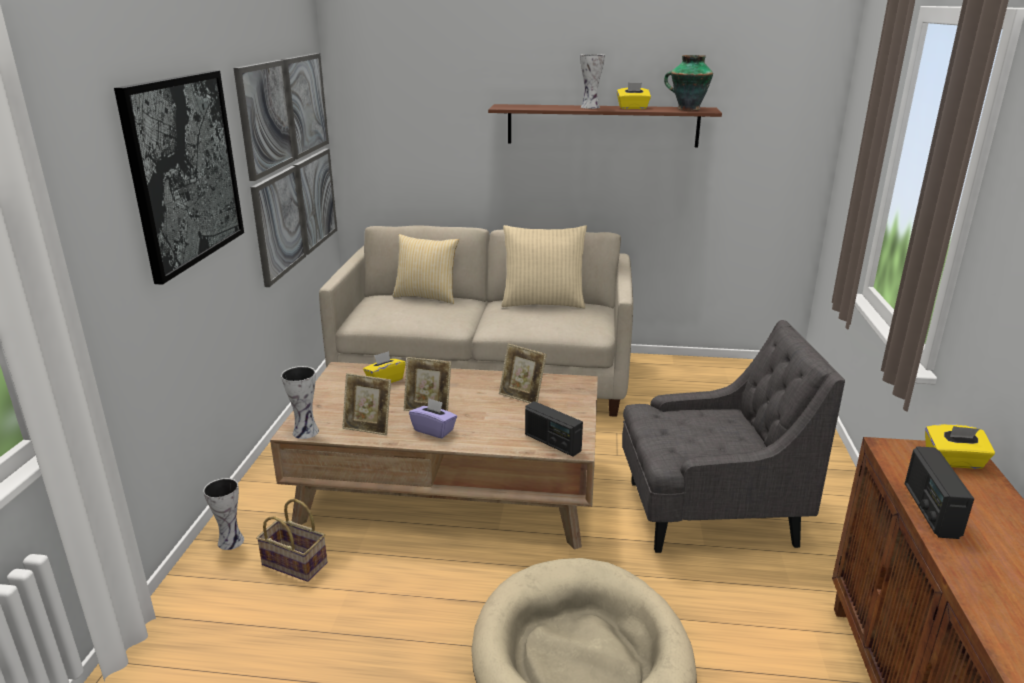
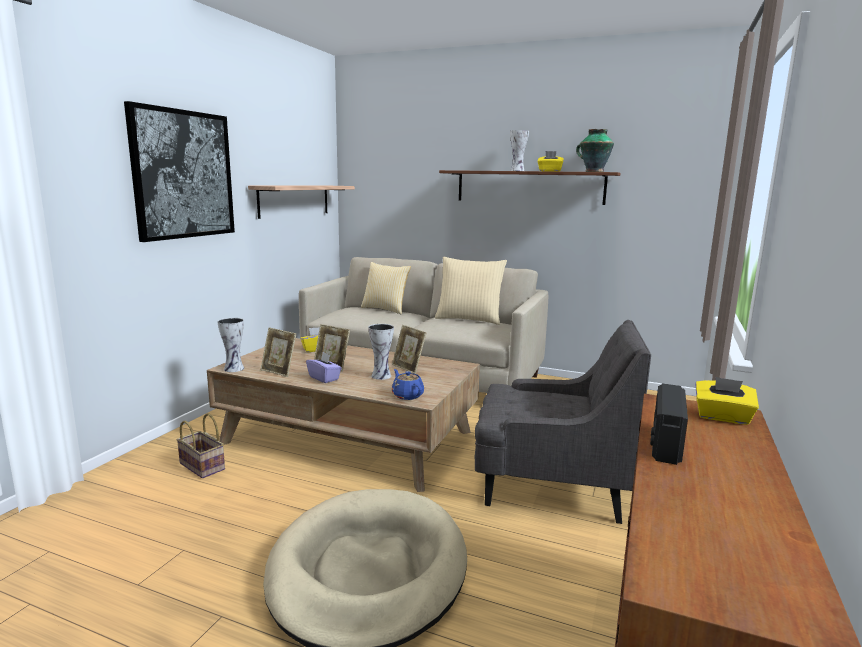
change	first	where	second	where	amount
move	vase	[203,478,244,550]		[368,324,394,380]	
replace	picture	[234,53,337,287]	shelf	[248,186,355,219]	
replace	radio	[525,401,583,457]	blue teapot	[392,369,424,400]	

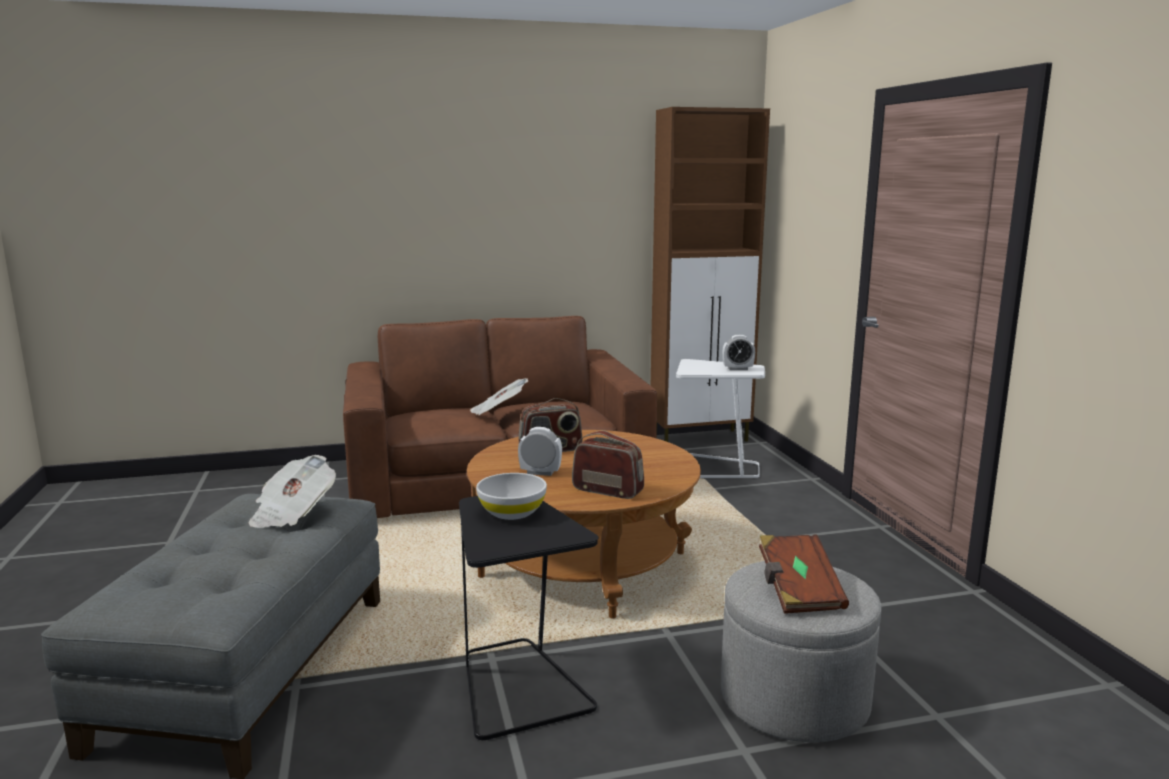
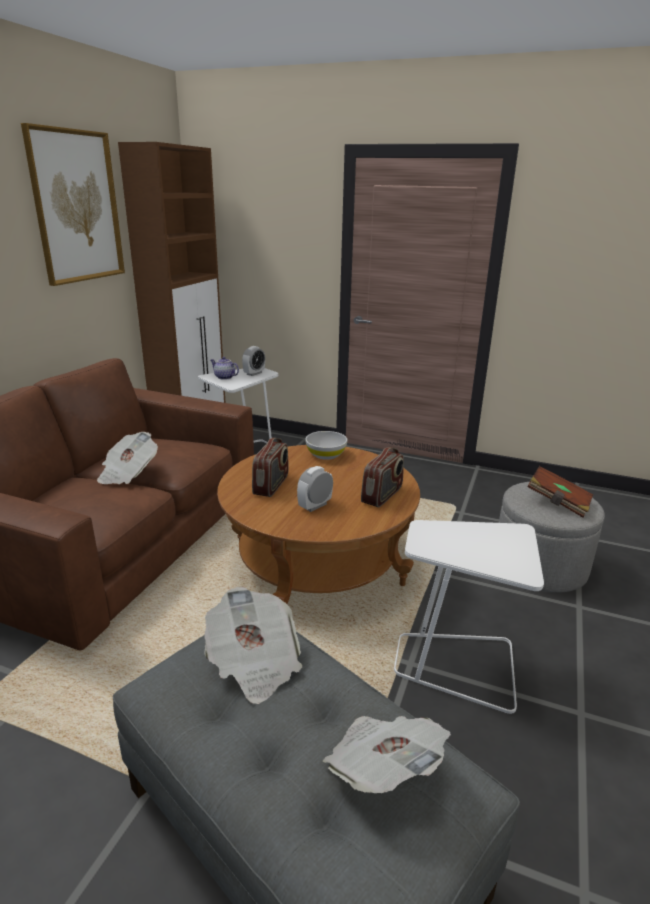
change	first	where	second	where	amount
recolor	black side table	[459,496,598,740]	white side table	[394,520,544,714]	
move	white bowl	[476,473,547,520]		[305,431,347,460]	
rotate	radio	[572,430,644,499]		[361,447,404,507]	150 degrees clockwise
insert			picture	[21,123,125,286]	
insert			teapot	[211,357,239,380]	
insert			newspaper	[323,716,451,793]	

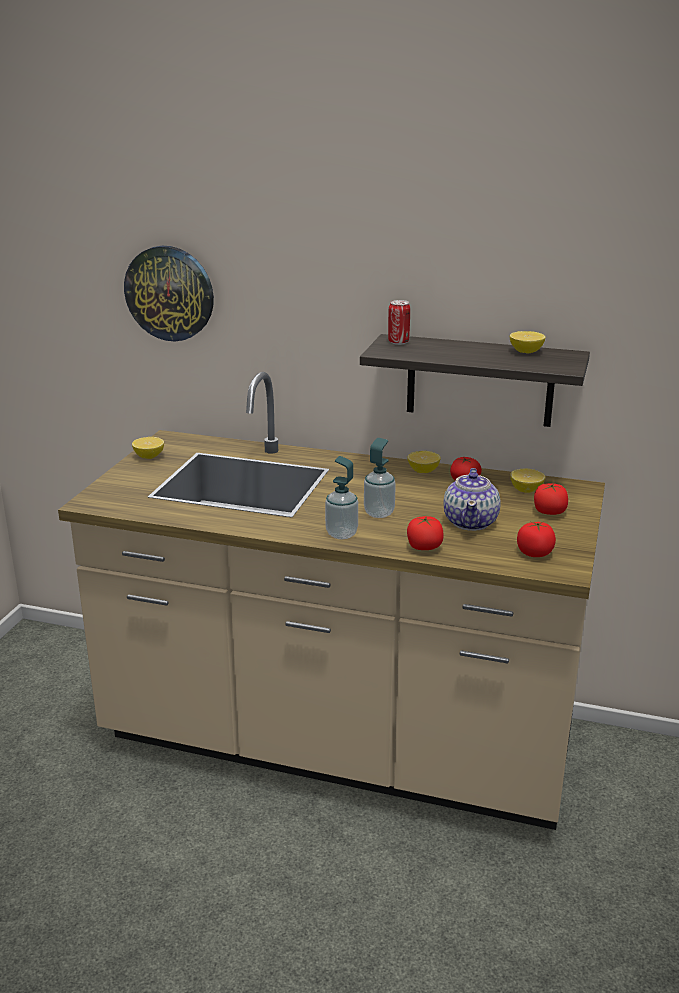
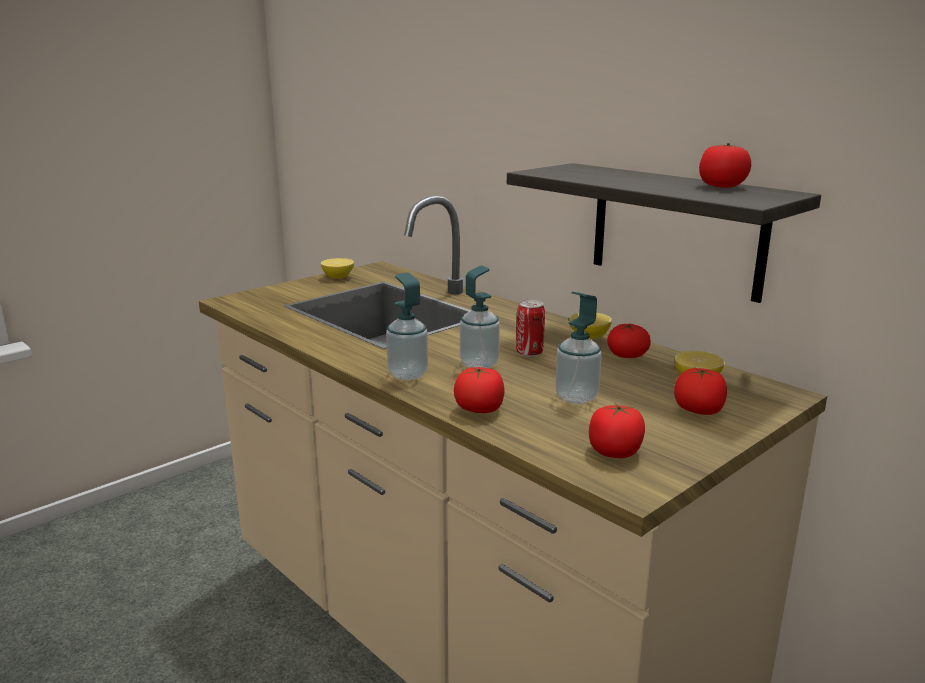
change	first	where	second	where	amount
delete	wall clock	[124,246,214,341]			
move	can	[388,300,410,345]		[516,300,545,357]	
replace	teapot	[444,468,501,531]	soap dispenser	[555,292,602,404]	
replace	lemon	[510,331,545,354]	tomato	[699,143,751,188]	

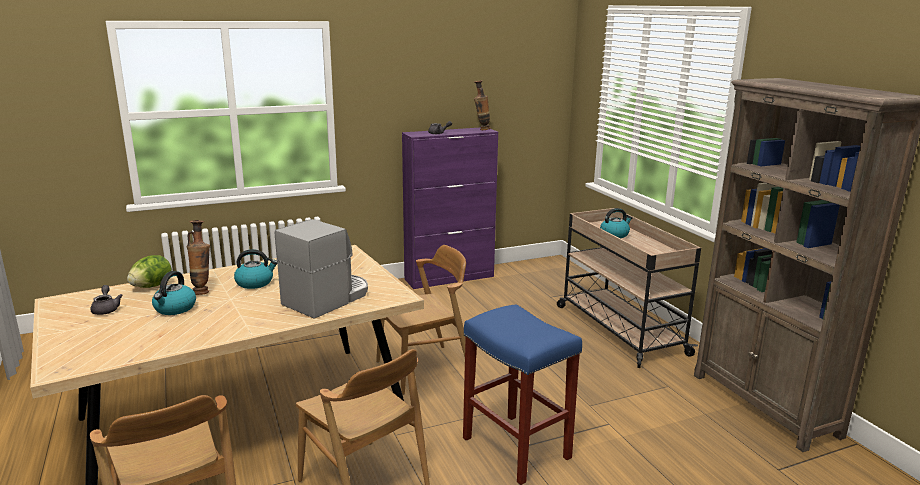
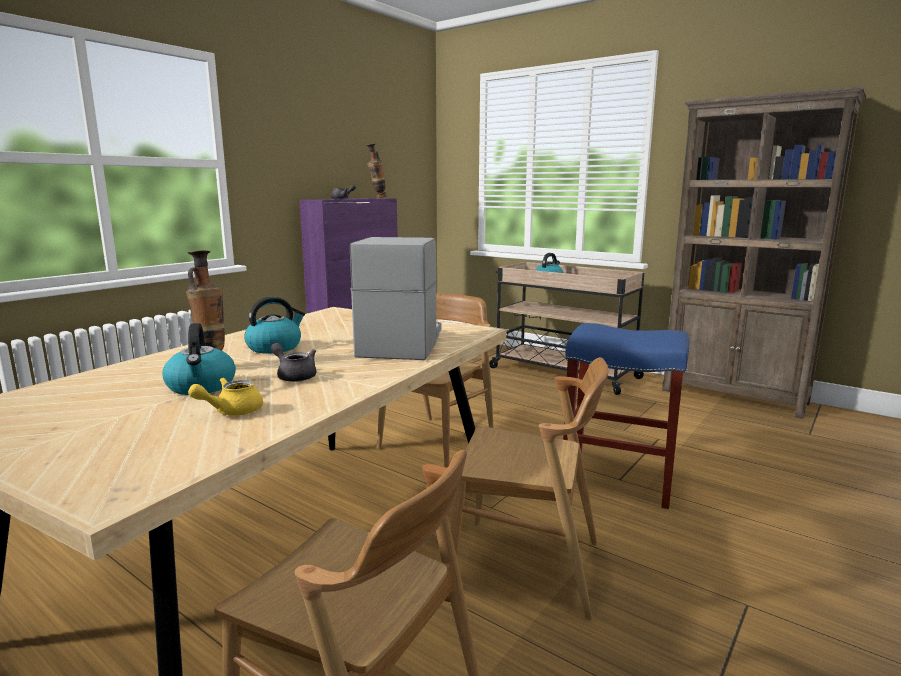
change	first	where	second	where	amount
move	grey teapot	[90,285,123,315]		[271,343,316,382]	
delete	lettuce	[127,255,172,288]			
insert			yellow teapot	[188,378,263,416]	

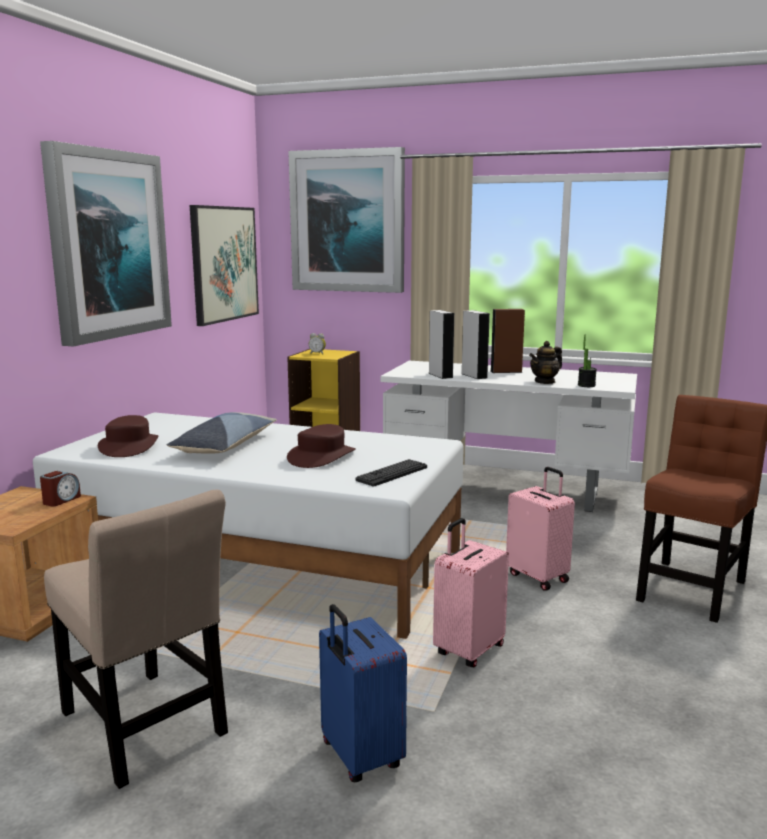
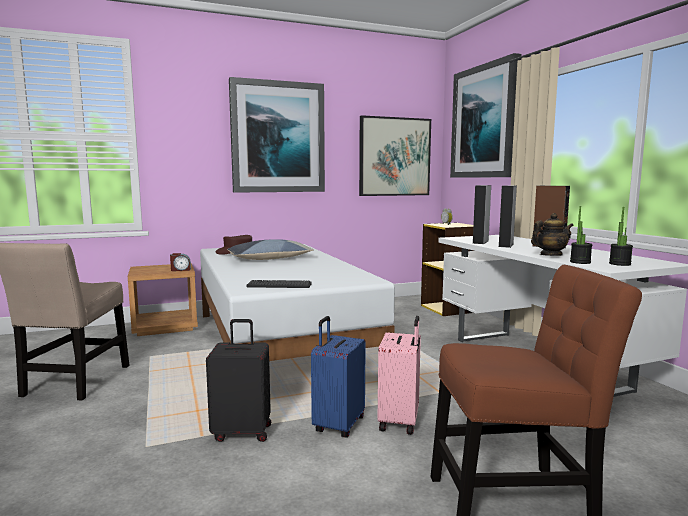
change	first	where	second	where	amount
delete	brown hat	[287,424,356,468]			
move	blue suitcase	[319,604,407,782]		[311,316,366,437]	
recolor	pink suitcase	[433,518,509,667]	black suitcase	[206,319,271,442]	
rotate	teapot	[529,341,562,384]		[531,213,574,256]	150 degrees clockwise
insert			potted plant	[609,207,633,266]	

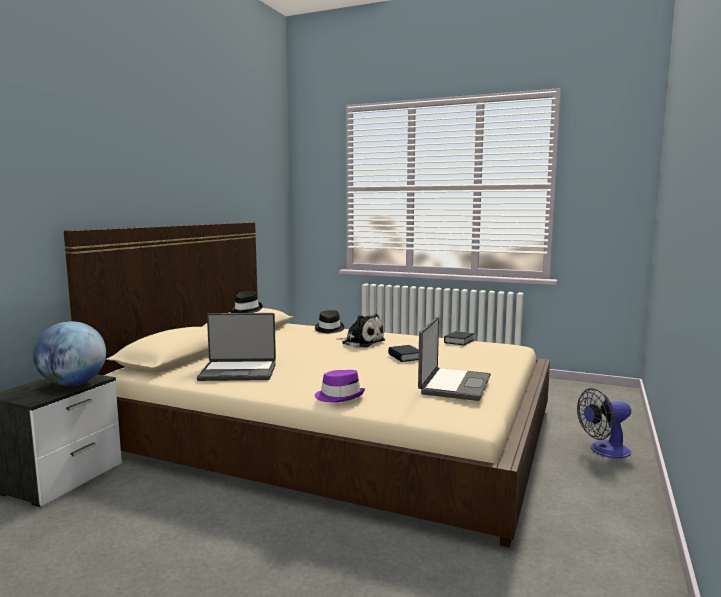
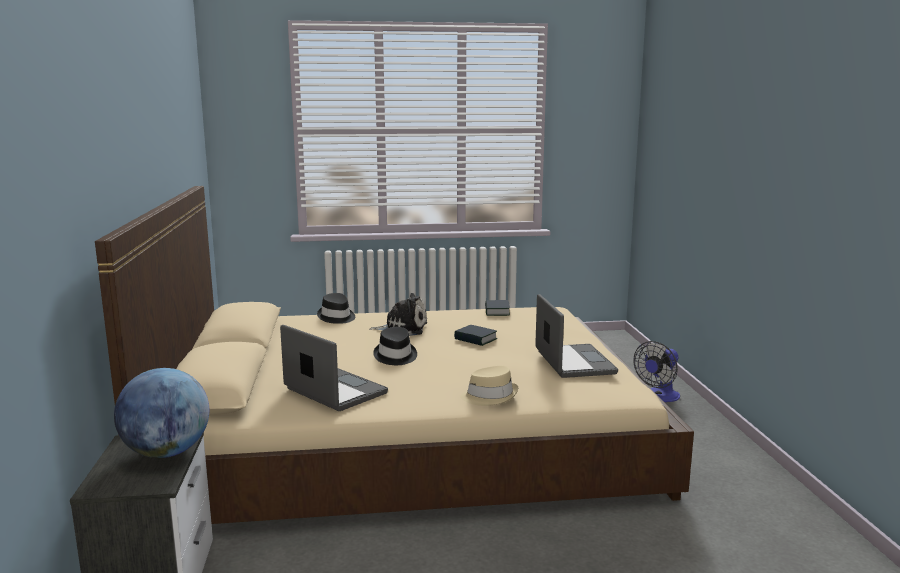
change	first	where	second	where	amount
rotate	laptop	[197,313,276,381]		[280,325,388,411]	105 degrees counterclockwise
move	black hat	[230,291,263,313]		[373,327,417,365]	
recolor	purple hat	[315,370,365,402]	beige hat	[460,366,518,406]	

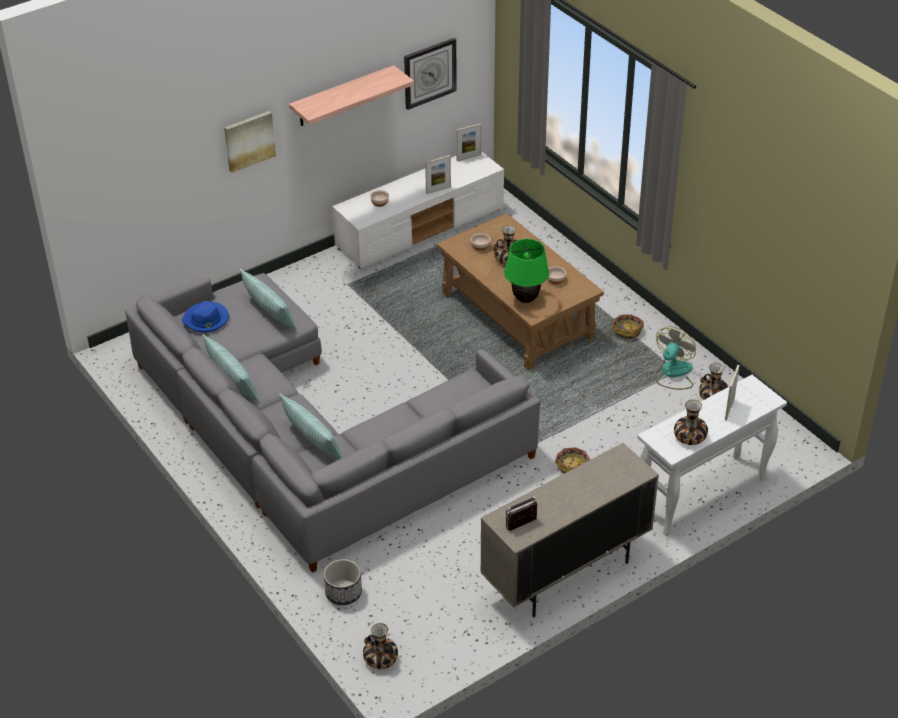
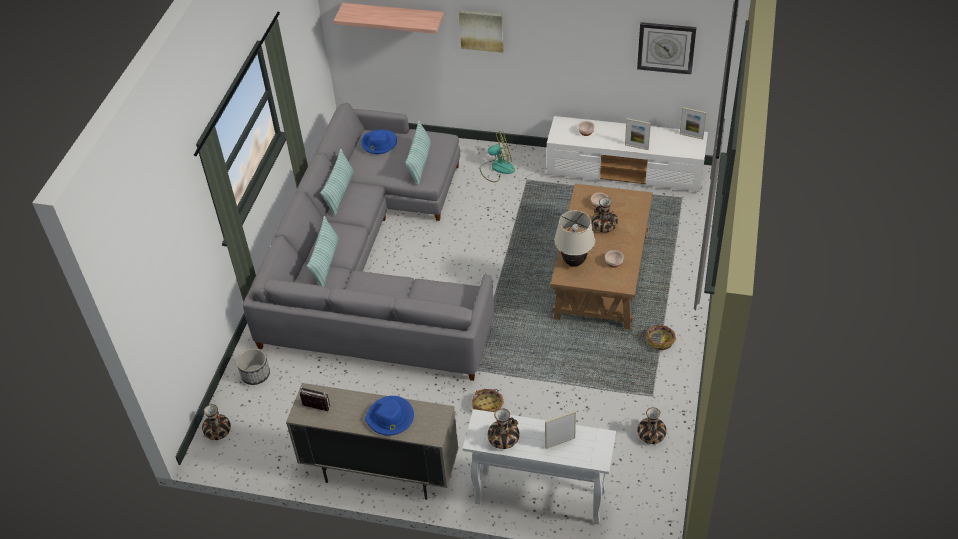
change	first	where	second	where	amount
move	shelf	[289,65,414,126]		[333,3,444,34]	
recolor	green table lamp	[504,239,549,303]	beige table lamp	[554,211,595,267]	
move	fan	[656,327,696,390]		[480,131,515,182]	
insert			blue hat	[365,396,414,436]	

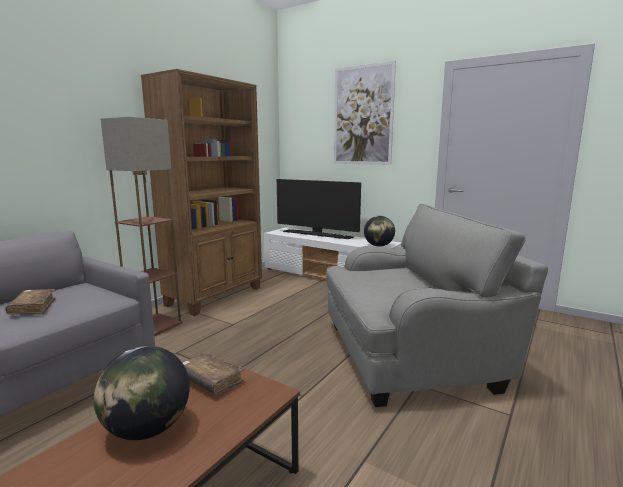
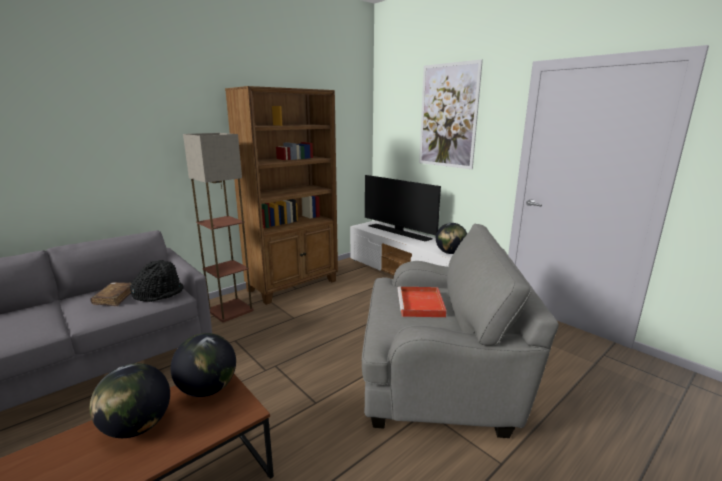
change	first	where	second	where	amount
replace	brown book	[182,352,245,395]	globe	[170,333,236,397]	
insert			black hat	[130,260,184,302]	
insert			red tray	[398,287,447,317]	

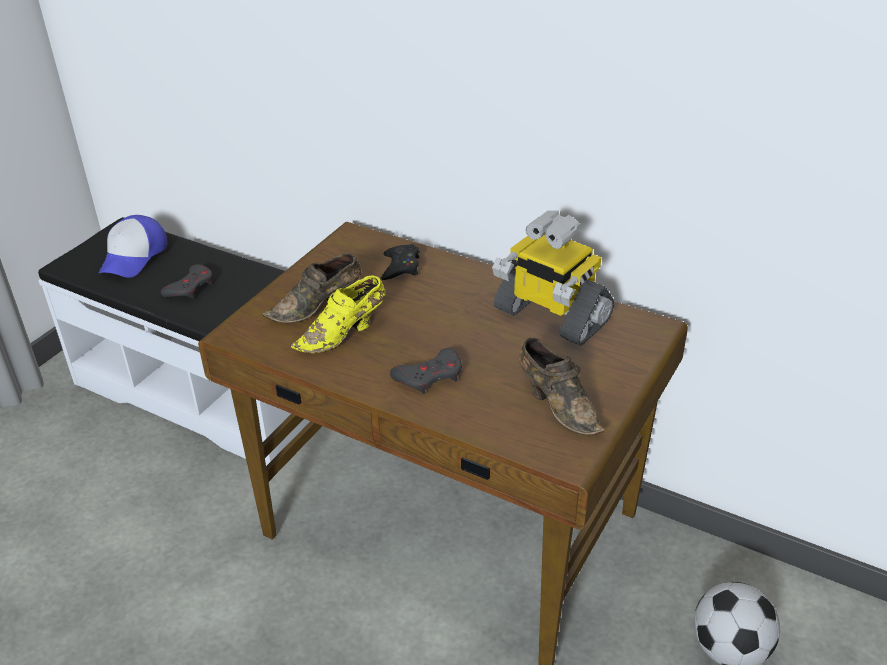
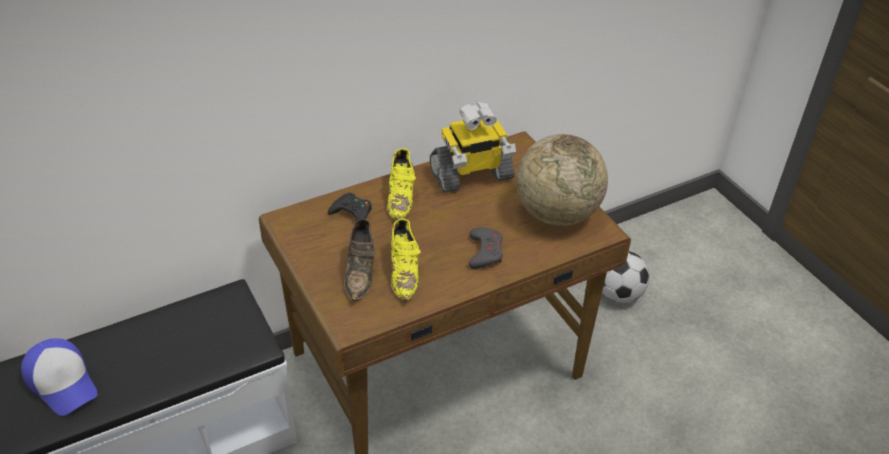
change	first	where	second	where	amount
delete	grey game controller	[161,264,213,298]			
replace	brown shoe	[519,337,605,435]	globe	[516,134,608,226]	
insert			yellow shoe	[387,148,416,220]	

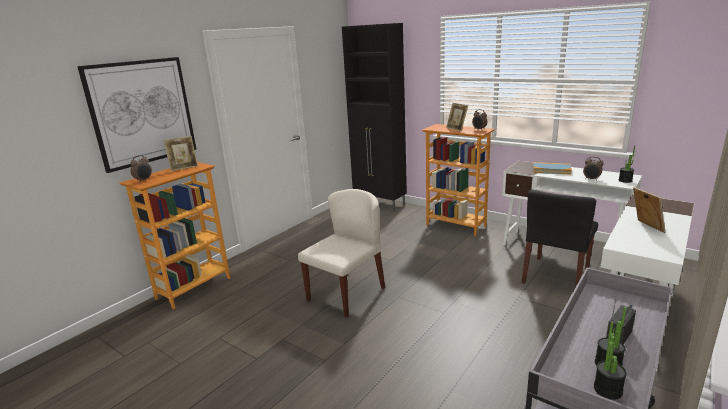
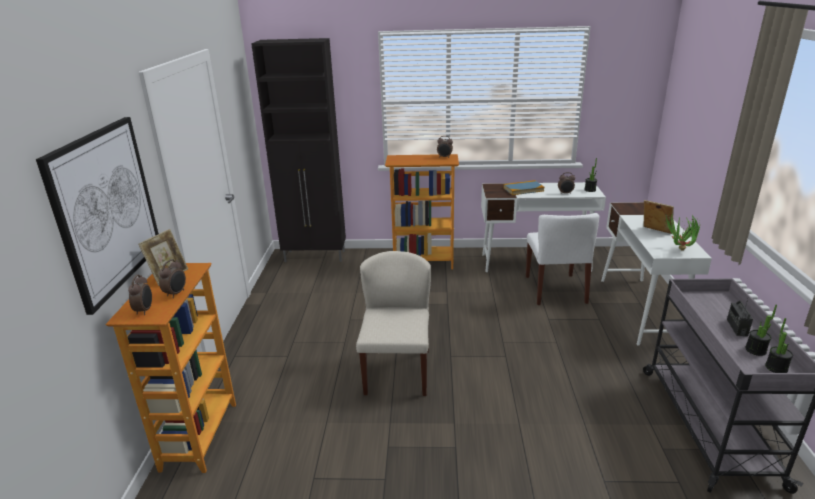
change	first	where	second	where	amount
delete	picture frame	[446,103,468,131]			
recolor	black chair	[522,190,598,288]	white chair	[526,213,599,305]	
insert			alarm clock	[159,259,186,298]	
insert			potted plant	[665,213,700,251]	

